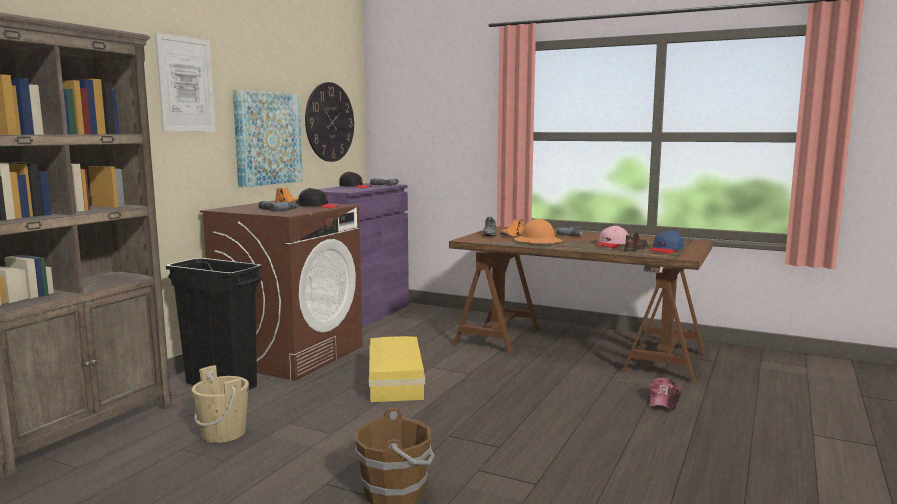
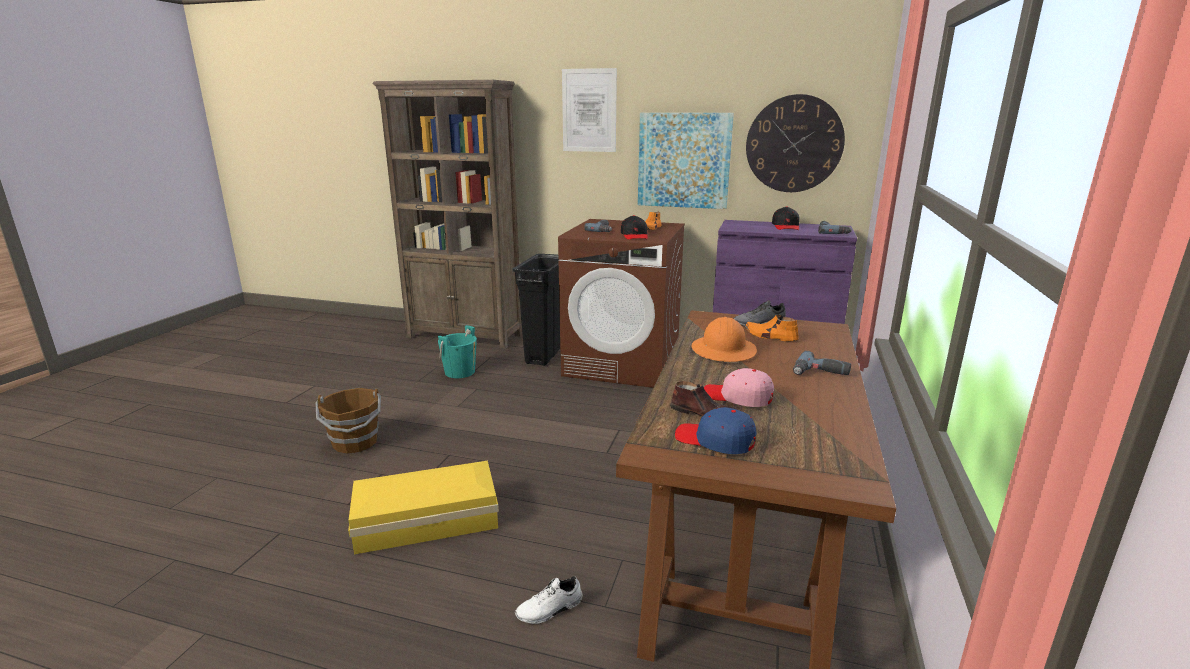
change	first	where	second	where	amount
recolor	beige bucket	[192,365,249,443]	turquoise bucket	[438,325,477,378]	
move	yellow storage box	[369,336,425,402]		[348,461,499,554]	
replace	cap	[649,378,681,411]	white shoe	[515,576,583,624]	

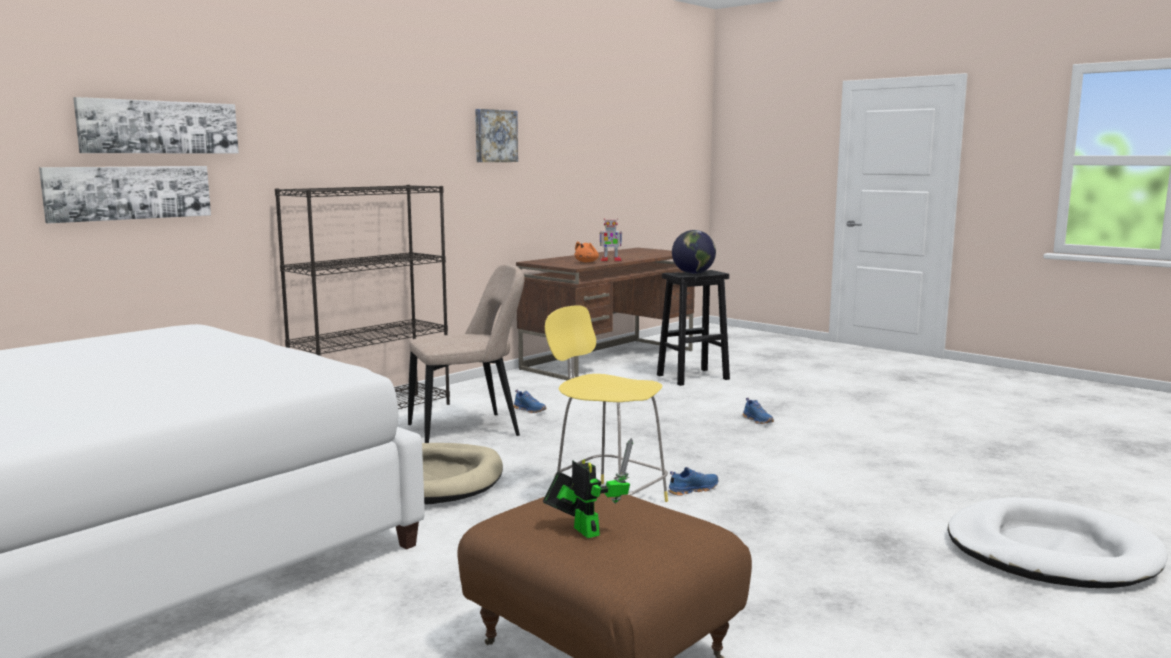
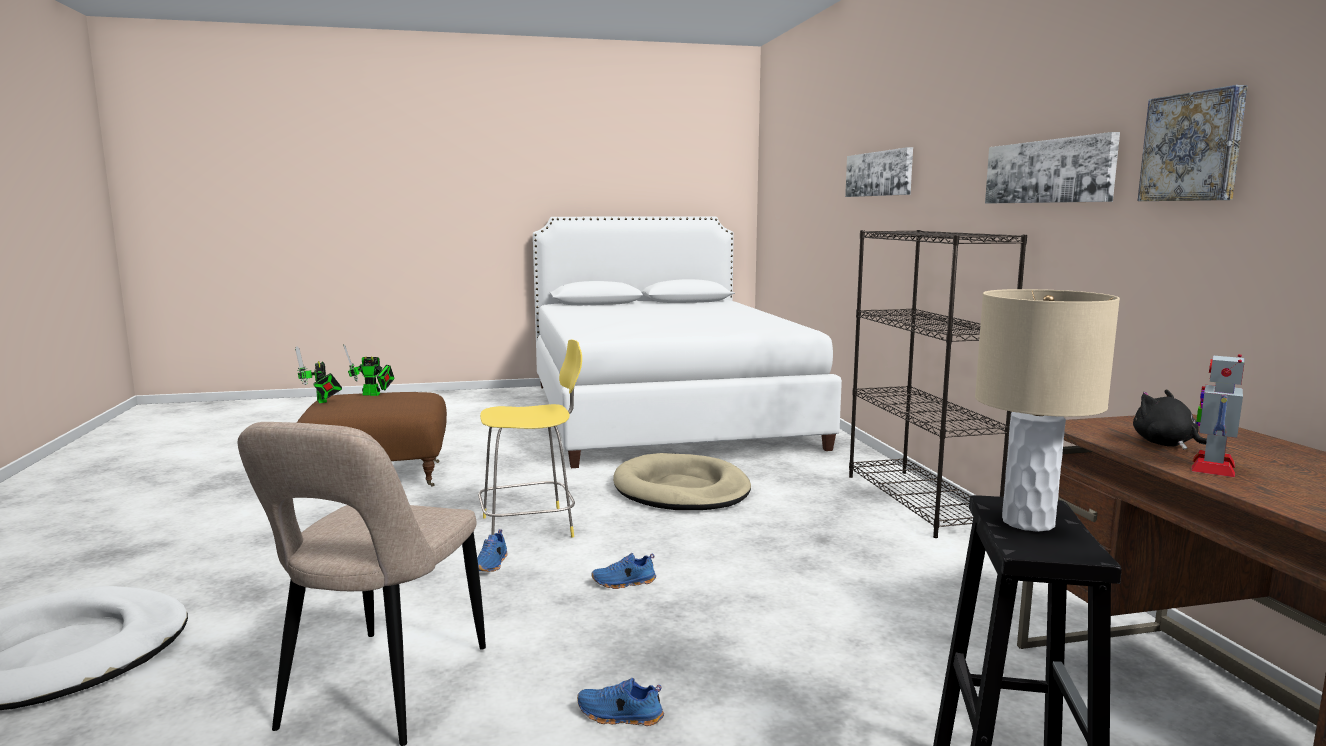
change	first	where	second	where	amount
move	picture	[39,166,211,223]		[985,132,1120,203]	
move	beige chair	[408,264,525,443]		[237,422,486,746]	
move	blue shoe	[513,390,546,413]		[591,553,656,589]	
recolor	orange plush toy	[574,242,599,262]	black plush toy	[1133,390,1207,449]	
replace	globe	[672,230,716,274]	beige table lamp	[975,289,1120,532]	
insert			toy robot	[295,346,342,403]	

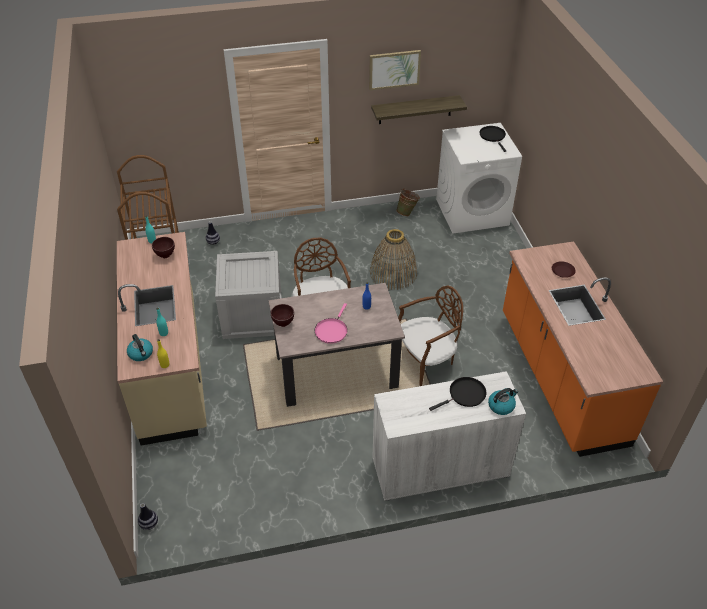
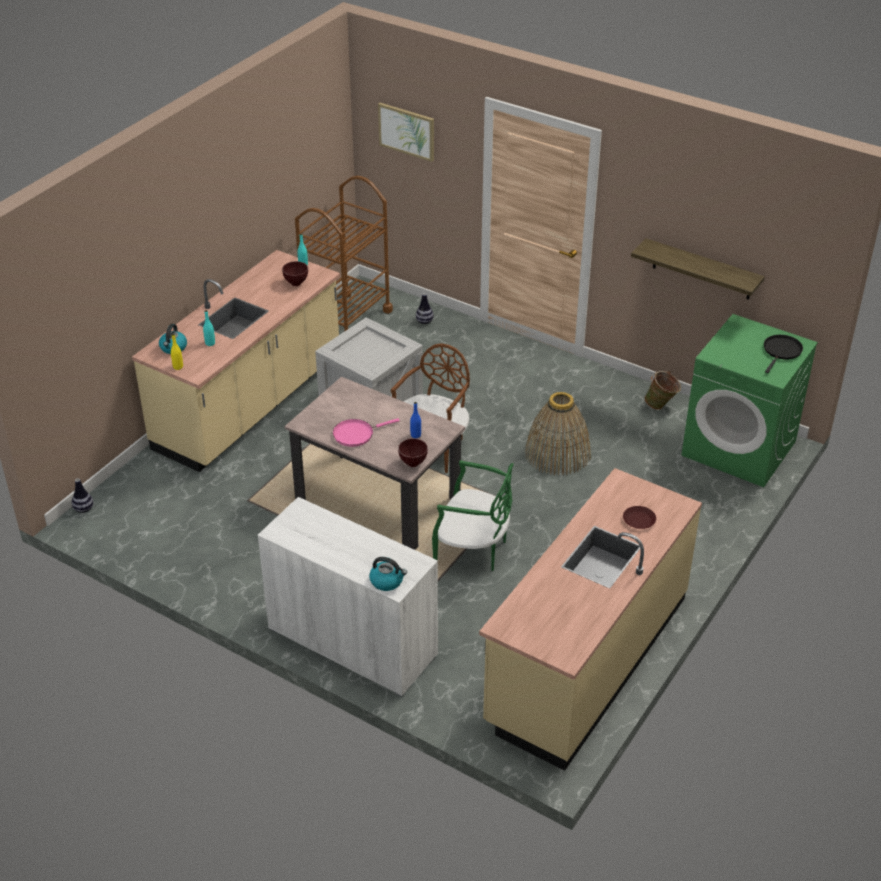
change	first	where	second	where	amount
move	brown bowl	[271,304,294,327]		[398,438,428,467]	
move	picture	[369,50,421,90]		[378,103,434,162]	
recolor	brown chair	[398,286,463,386]	green chair	[432,460,514,571]	
delete	black frying pan	[429,377,486,411]			
recolor	white washing machine	[436,123,522,234]	green washing machine	[681,314,818,487]	
recolor	orange counter	[503,241,663,457]	beige counter	[479,468,702,771]	

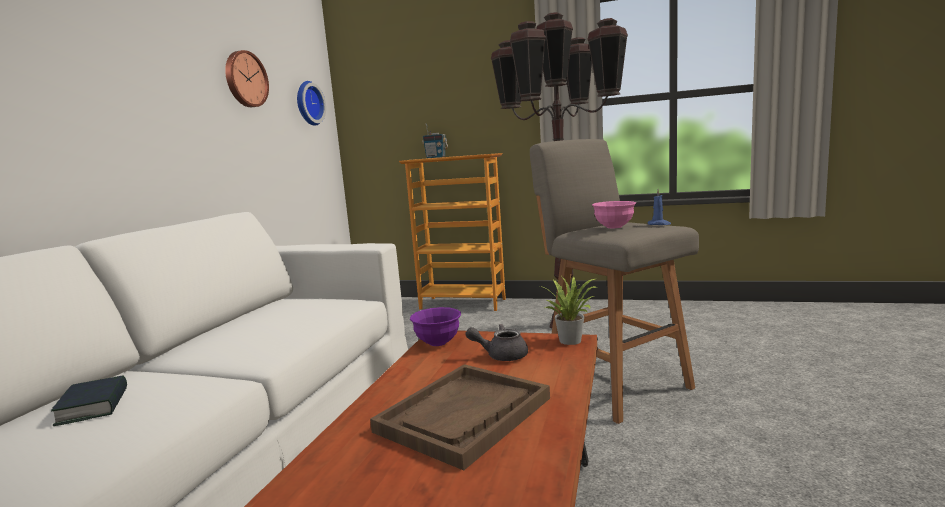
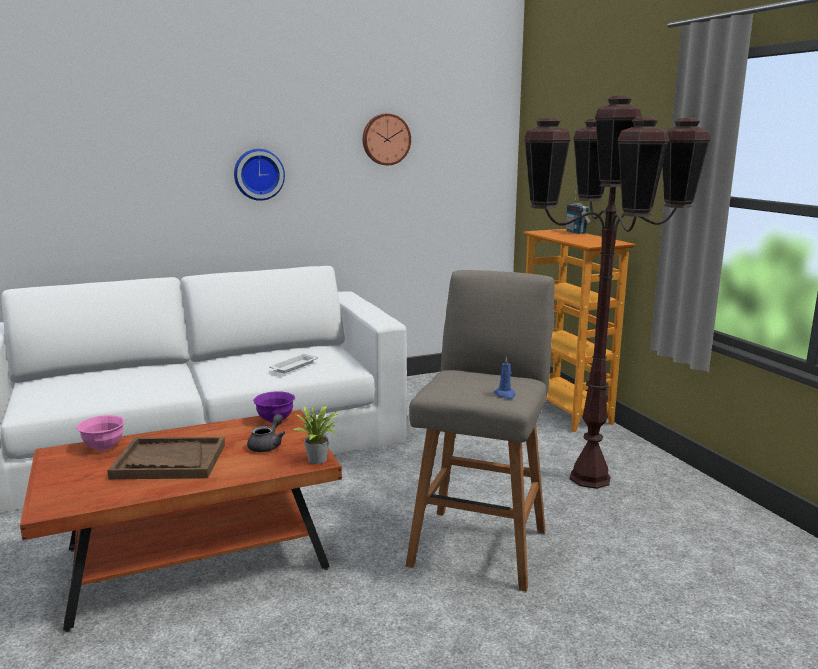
change	first	where	second	where	amount
delete	book	[51,375,127,426]			
move	wall clock	[297,81,326,126]		[234,149,285,201]	
rotate	grey teapot	[465,324,528,361]		[247,414,285,452]	60 degrees clockwise
move	pink bowl	[592,201,636,228]		[77,415,125,450]	
insert			white tray	[269,353,318,373]	

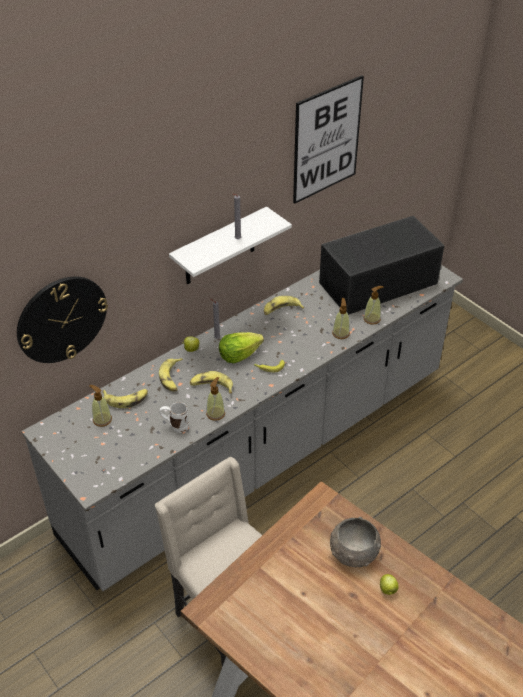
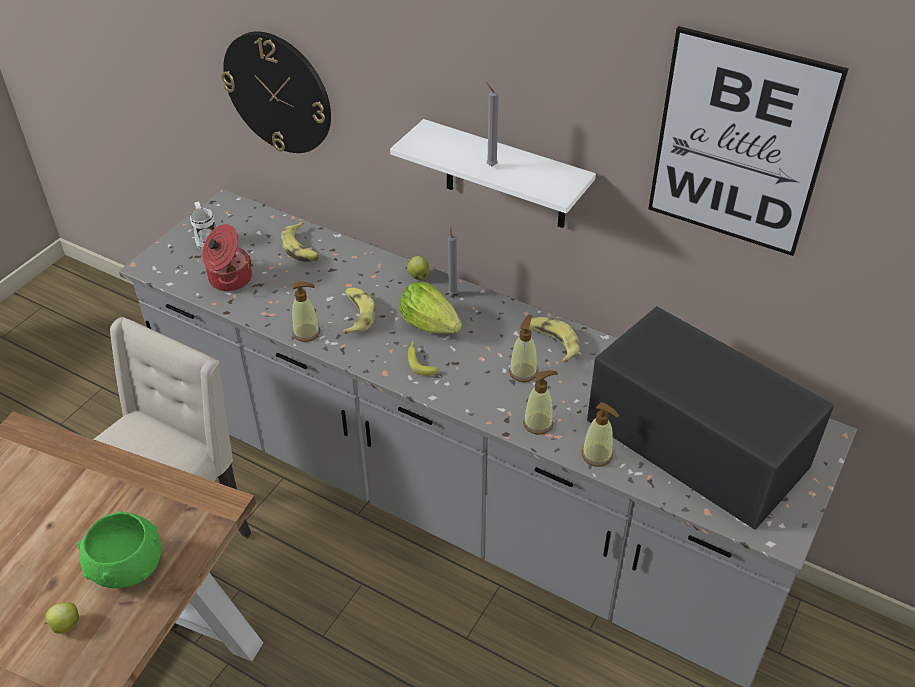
change	first	where	second	where	amount
move	soap dispenser	[89,385,112,427]		[509,315,538,382]	
delete	banana	[159,358,183,391]			
move	white mug	[159,402,189,433]		[190,201,216,249]	
recolor	grey bowl	[330,517,381,567]	green bowl	[78,511,161,588]	
insert			cooking pot	[202,224,252,291]	

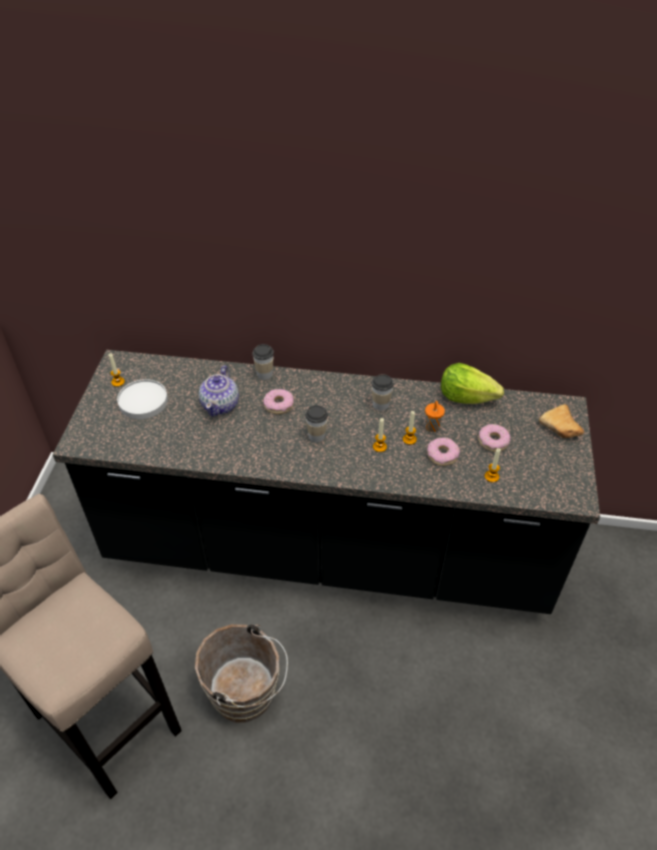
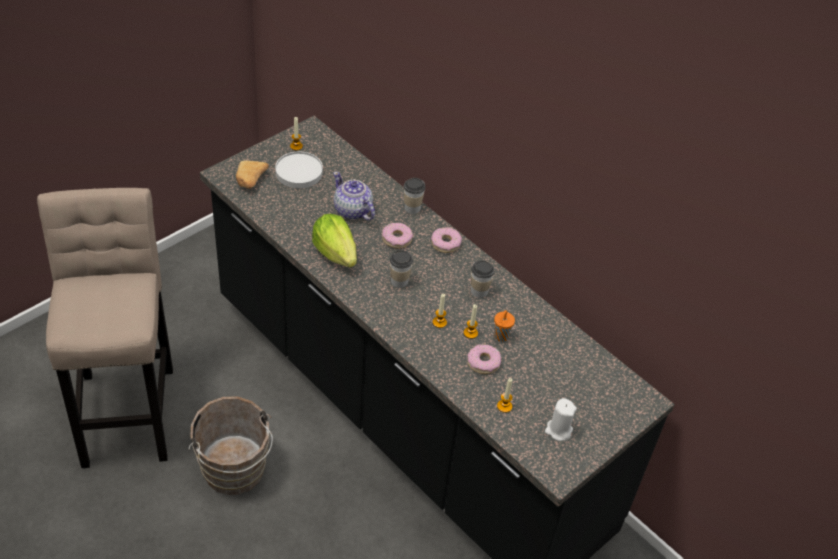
change	first	where	second	where	amount
rotate	teapot	[199,365,239,417]		[333,172,375,220]	90 degrees clockwise
move	lettuce	[441,363,504,404]		[312,214,357,268]	
move	donut	[478,424,511,452]		[431,227,462,253]	
move	bread	[539,404,584,438]		[236,161,269,189]	
insert			white candle	[545,398,577,441]	

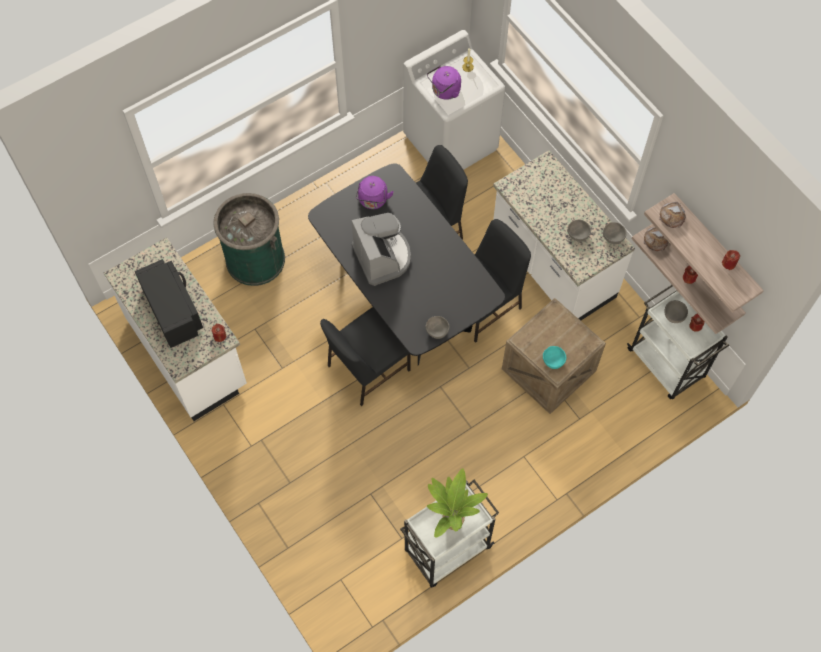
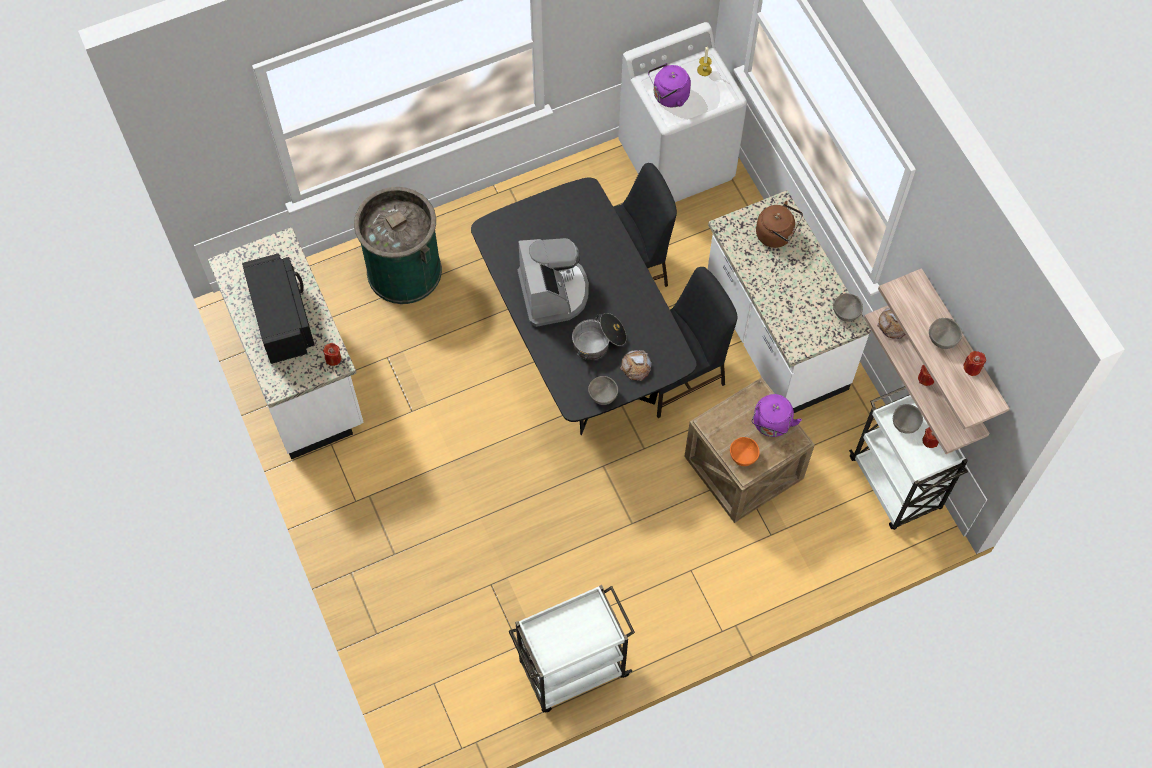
change	first	where	second	where	amount
delete	black chair	[320,307,411,406]			
move	purple kettle	[356,176,394,209]		[752,394,802,437]	
delete	potted plant	[427,468,488,538]			
recolor	turquoise bowl	[543,346,566,369]	orange bowl	[730,437,760,466]	
move	grey bowl	[568,220,591,242]		[929,318,962,349]	
move	bread	[659,202,686,228]		[620,350,651,381]	
insert			cooking pot	[572,313,627,360]	
insert			brown kettle	[756,201,803,248]	

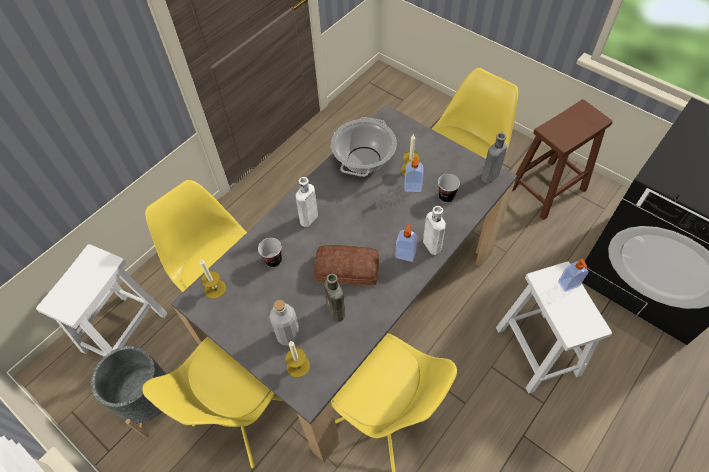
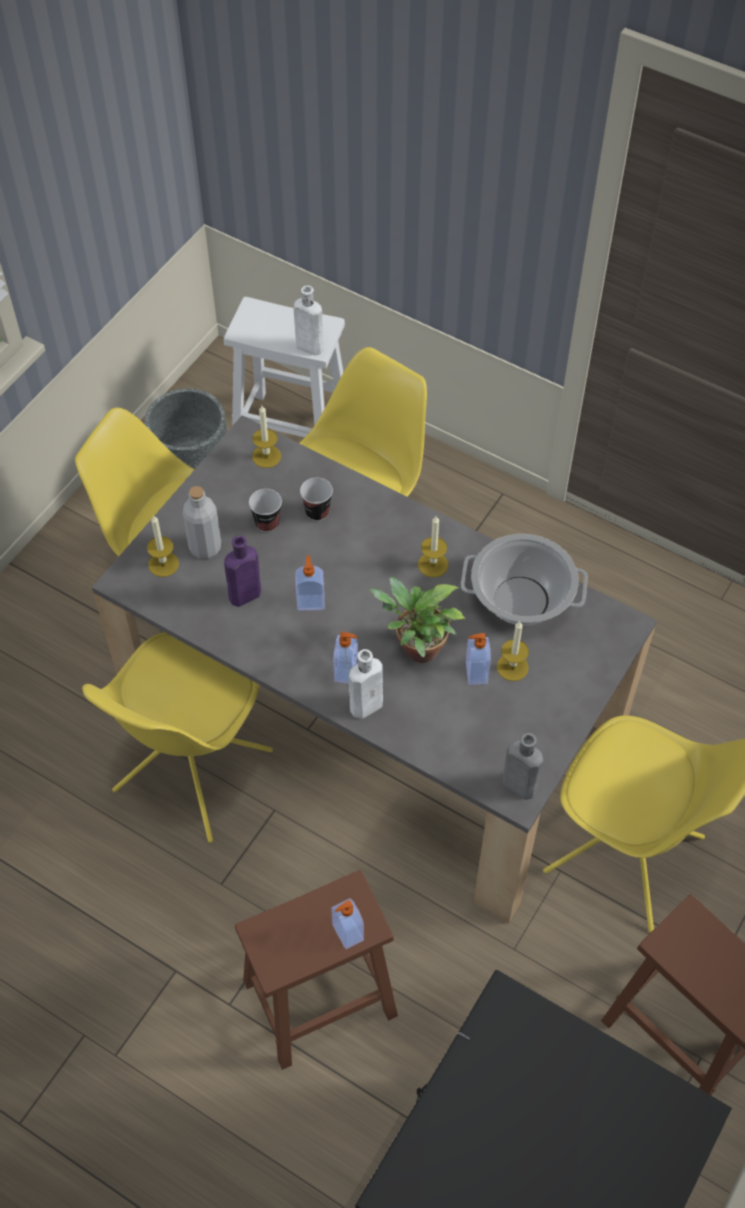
change	first	where	second	where	amount
move	white bottle	[295,177,318,227]		[294,285,324,355]	
replace	bread	[314,245,379,285]	soap dispenser	[296,555,325,611]	
recolor	brown bottle	[324,274,345,322]	purple bottle	[224,536,261,607]	
move	cup	[438,174,460,203]		[249,489,282,532]	
recolor	white stool	[496,262,612,394]	brown stool	[235,870,398,1070]	
insert			potted plant	[369,577,466,663]	
insert			candle	[418,516,448,578]	

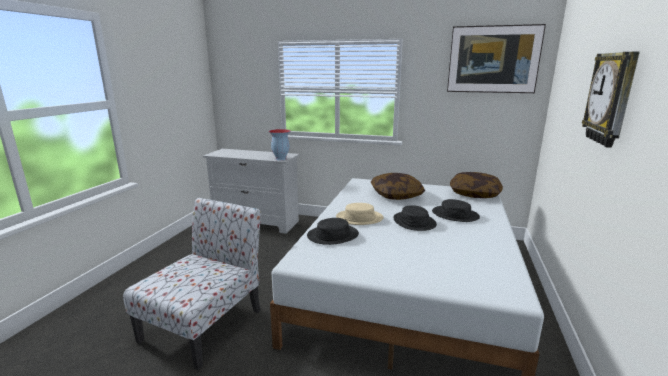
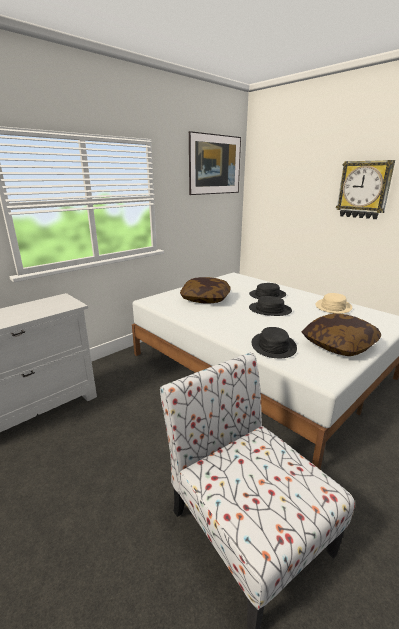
change	first	where	second	where	amount
delete	vase	[269,129,291,161]			
move	beige hat	[336,203,383,225]		[316,293,352,314]	
move	pillow	[450,172,503,198]		[302,313,381,356]	

